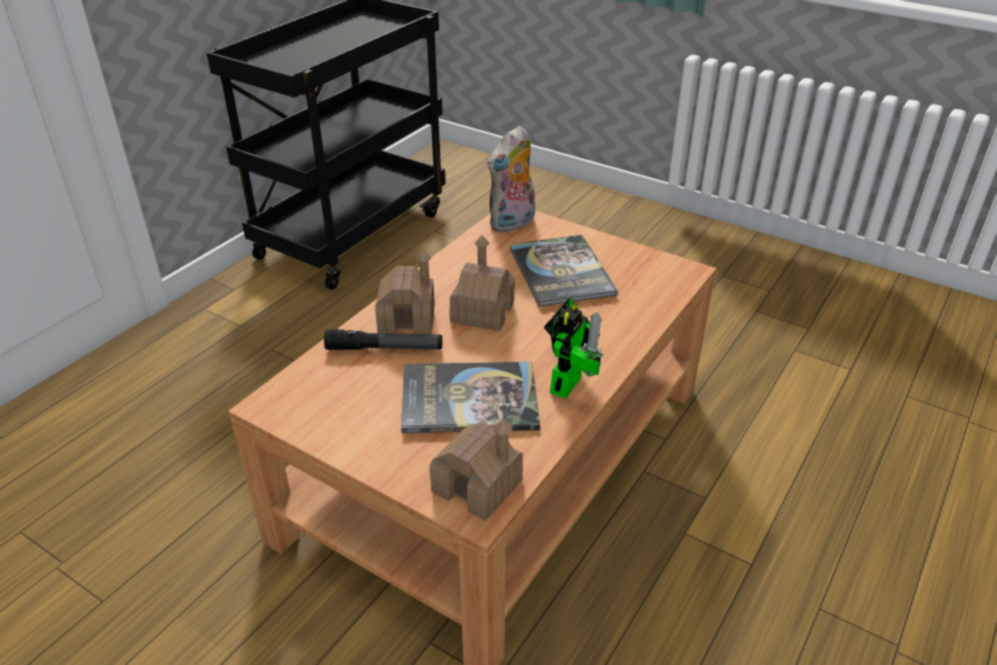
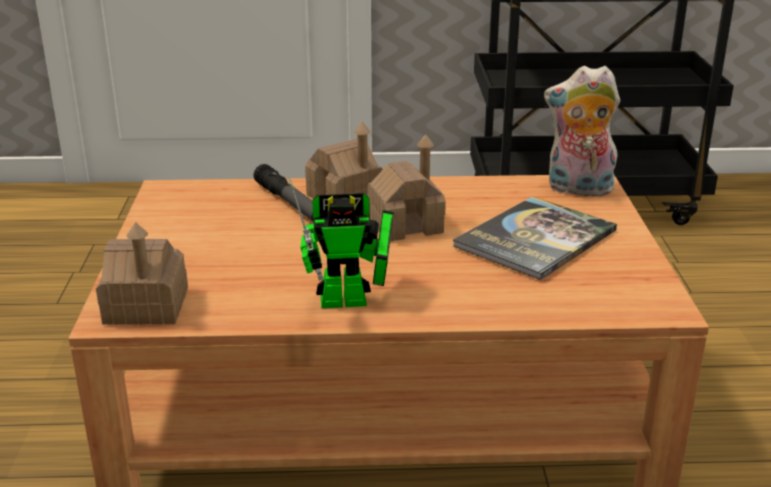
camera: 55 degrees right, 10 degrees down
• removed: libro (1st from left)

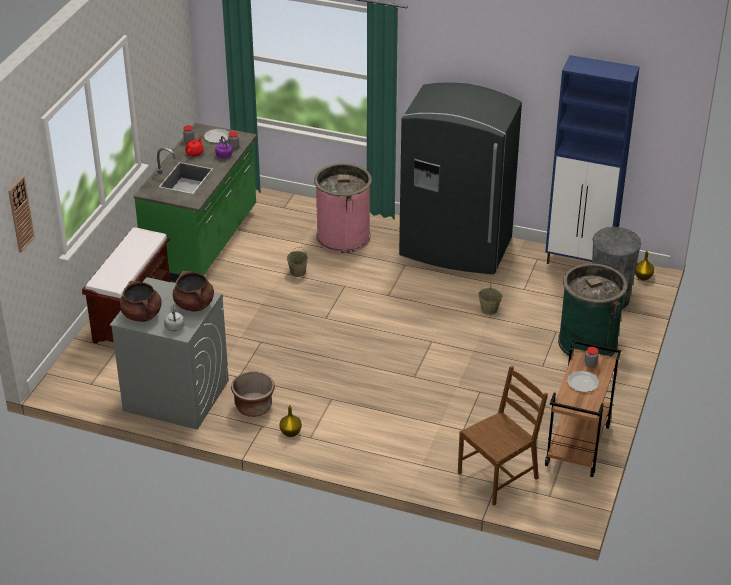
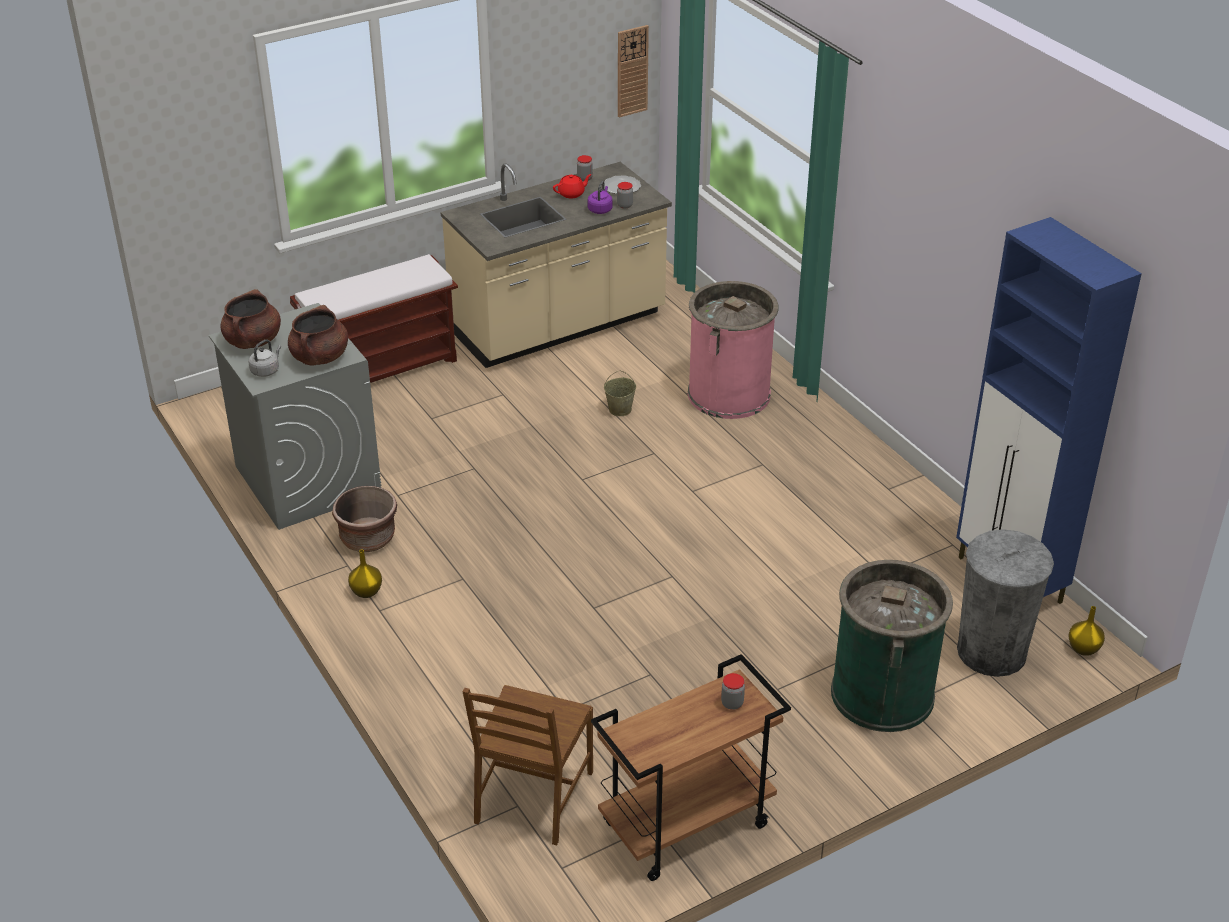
camera: 40 degrees right, 0 degrees up
• recoloured: mueble bajo de cocina (verde) to mueble bajo de cocina (beis)
• turned: silla (marrón) 105 degrees clockwise
• moved: reloj de pared
• removed: nevera (gris)
• removed: cubo (beis) (2nd from left)
• removed: plato (2nd from left)

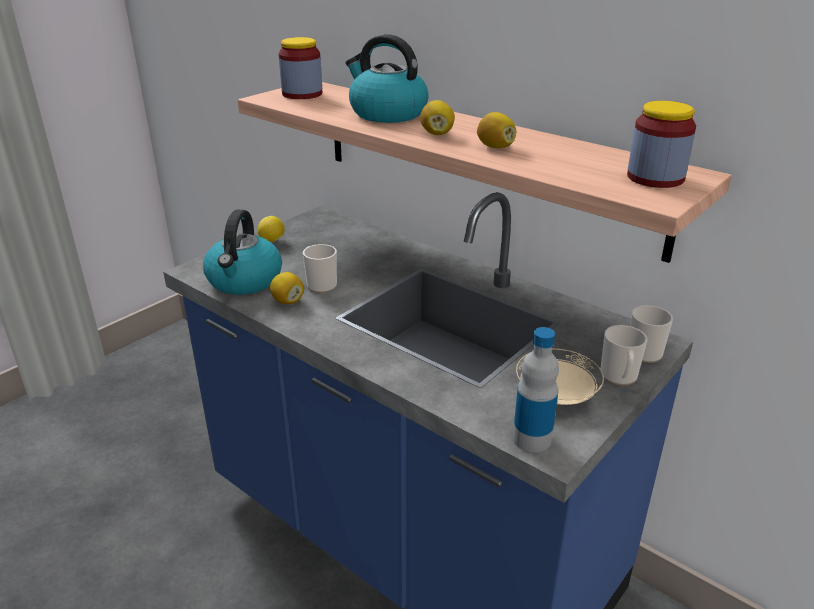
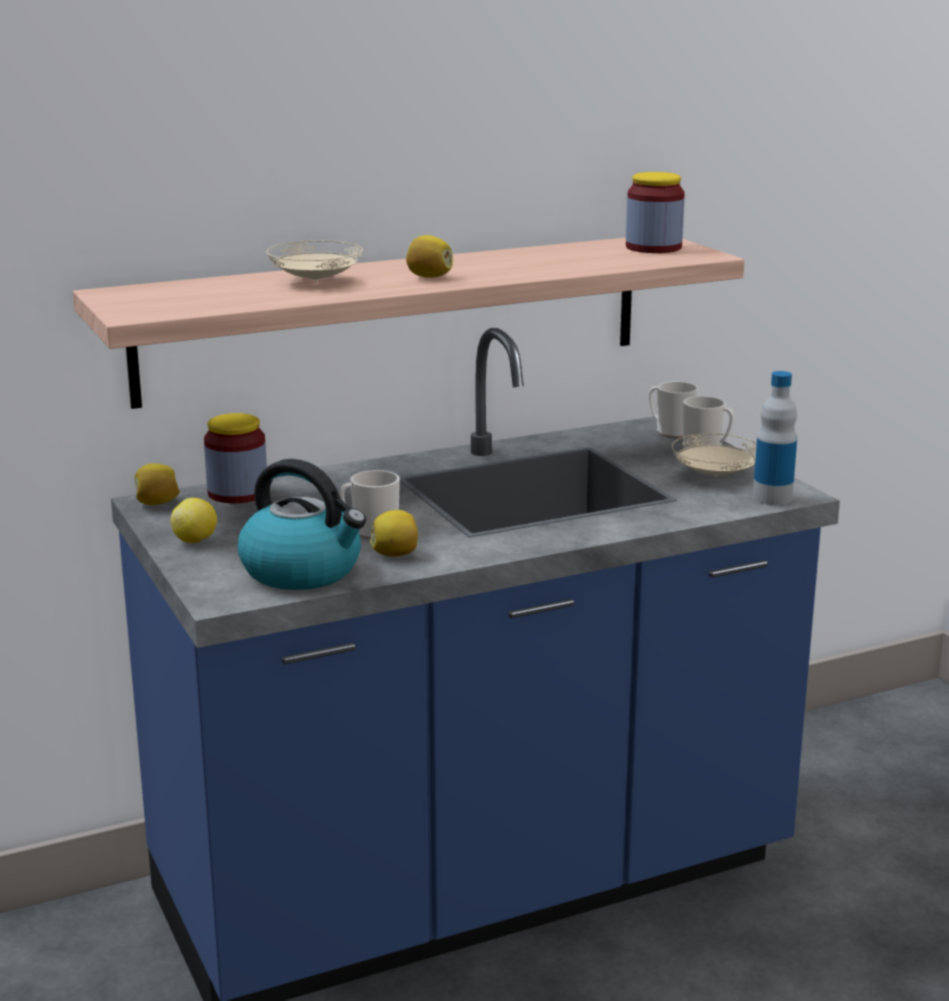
camera: 65 degrees left, 10 degrees down
• moved: limón (4th from left in the first image) to limón (1st from left)
• moved: tarro (1st from left)
• replaced: hervidor (2nd from left) to plato (beis) (1st from left)

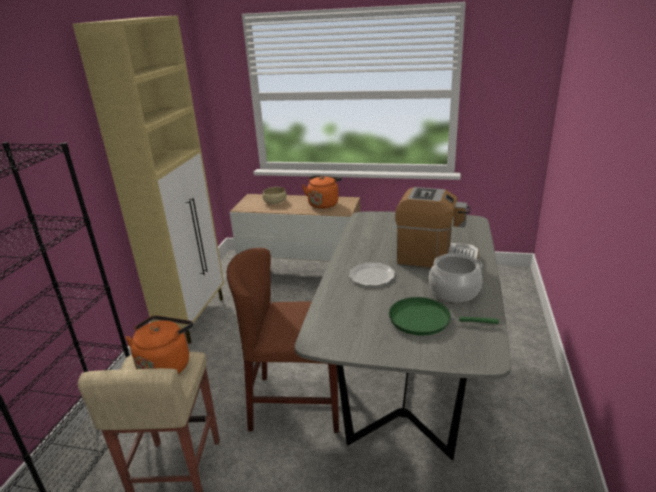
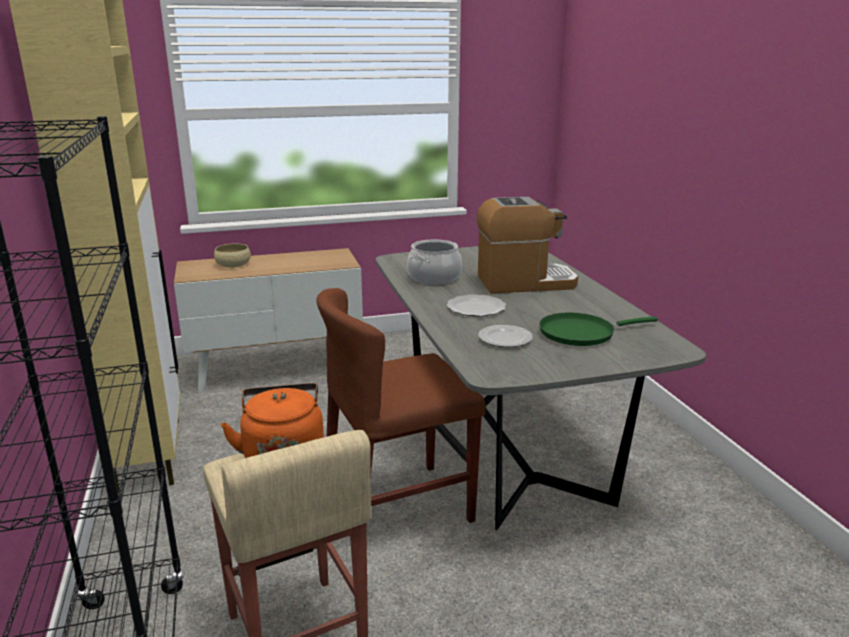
camera: 30 degrees left, 5 degrees down
• moved: olla
• added: plato (2nd from left)
• removed: hervidor (naranja) (2nd from left)

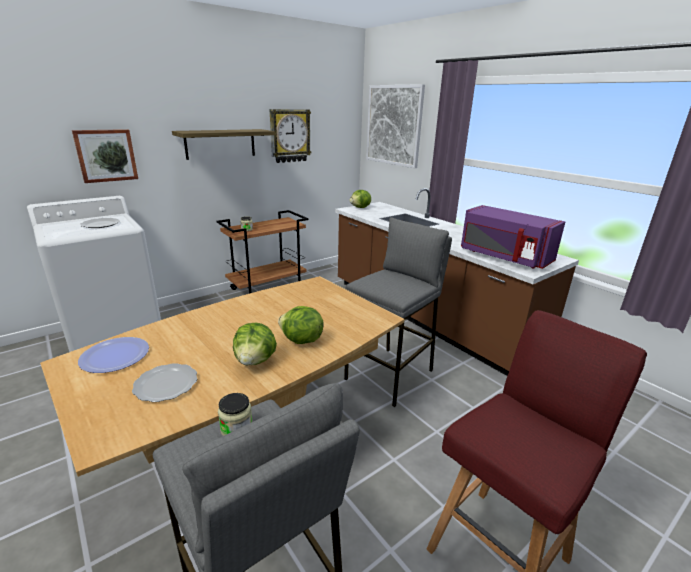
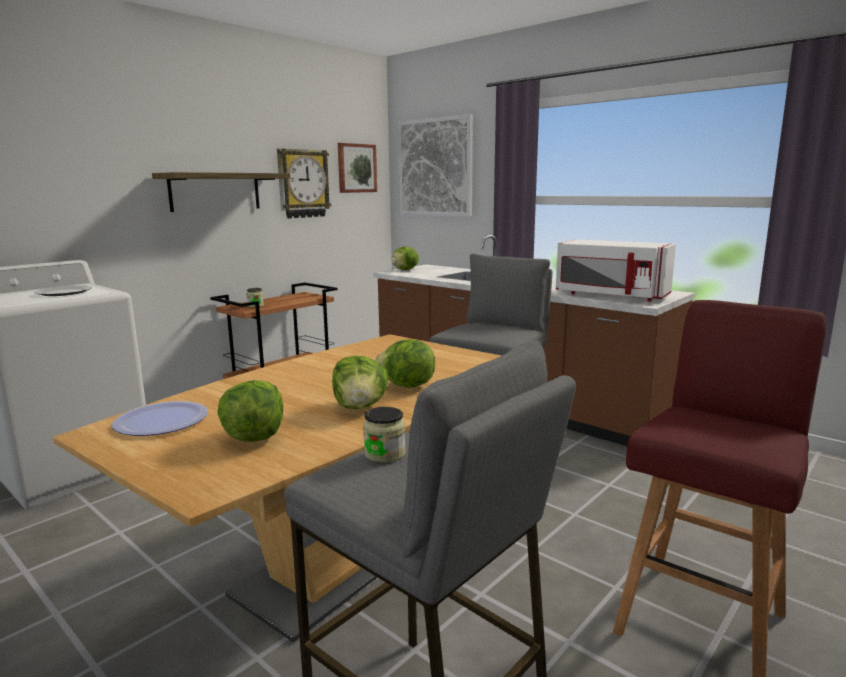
camera: 10 degrees left, 10 degrees down
• replaced: plato (3rd from left) to lechuga (1st from left)
• moved: cuadro (1st from left)
• recoloured: microondas (morado) to microondas (blanco)

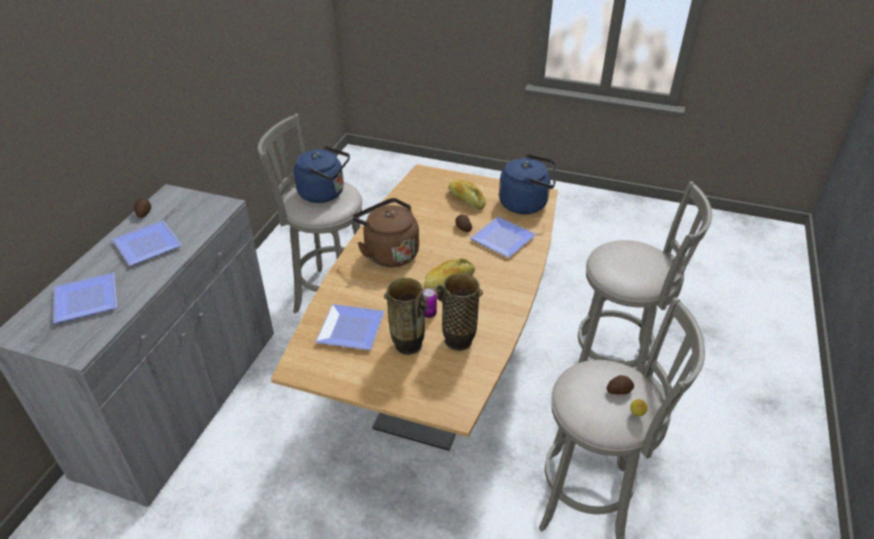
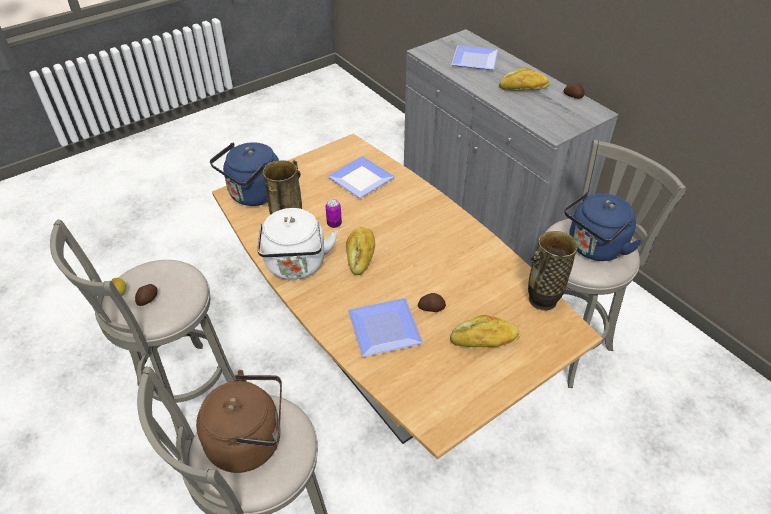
camera: 125 degrees right, 5 degrees up
• moved: hervidor (marrón)
• moved: hervidor (azul) (2nd from left in the first image) to hervidor (azul) (1st from left)
• added: hervidor (blanco)
• replaced: plato (2nd from left) to pan (3rd from left)
• moved: florero (1st from left in the first image) to florero (2nd from left)

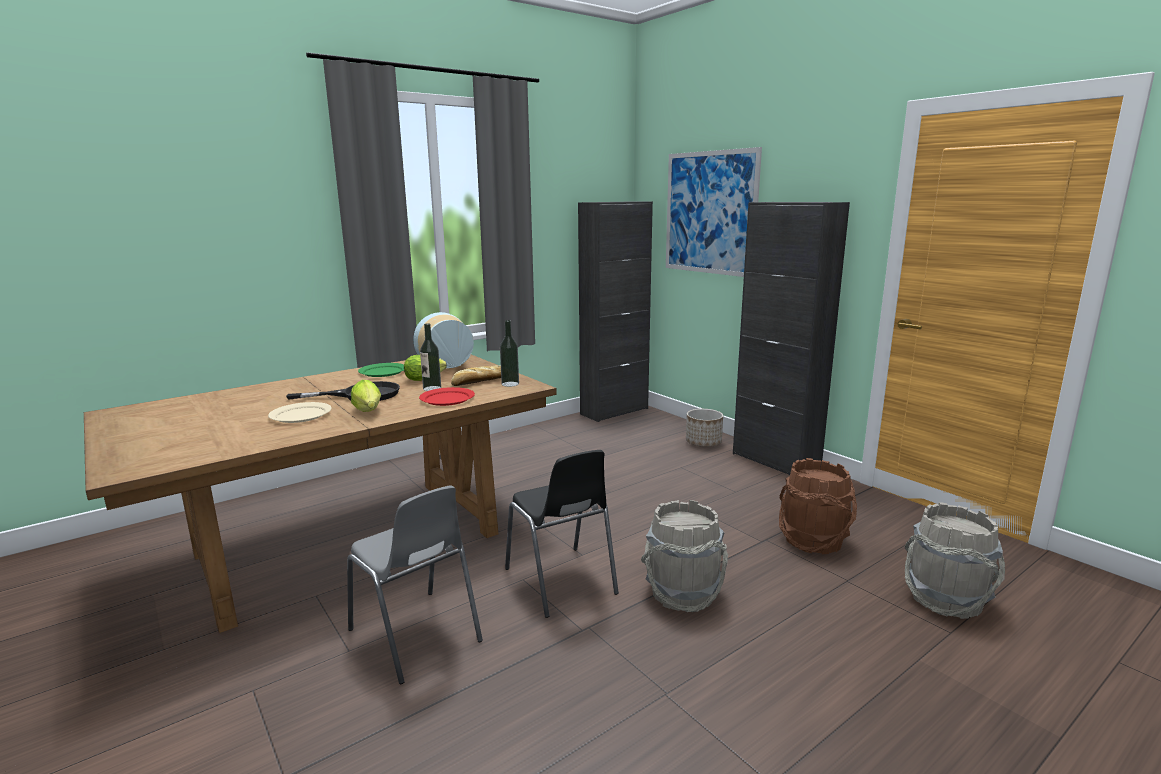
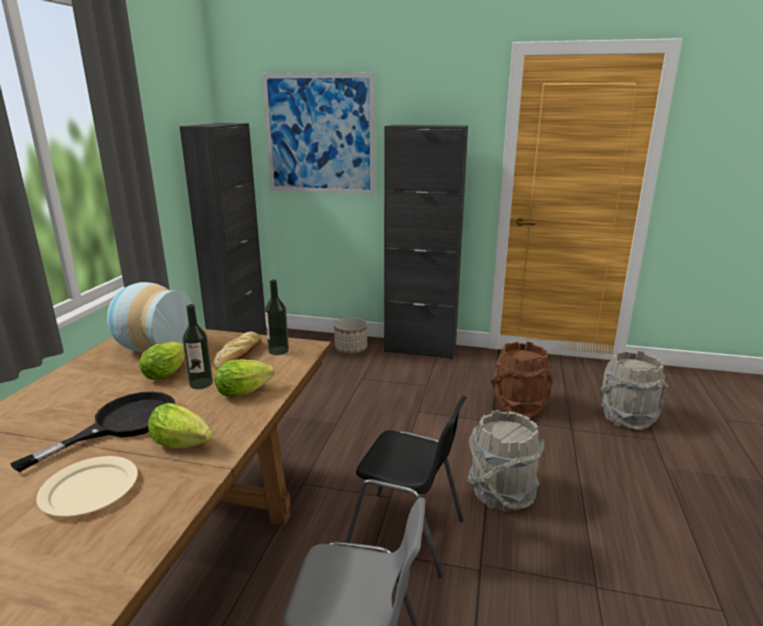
camera: 40 degrees left, 5 degrees up
• replaced: plato (rojo) to lechuga (3rd from left)
• removed: plato (verde)

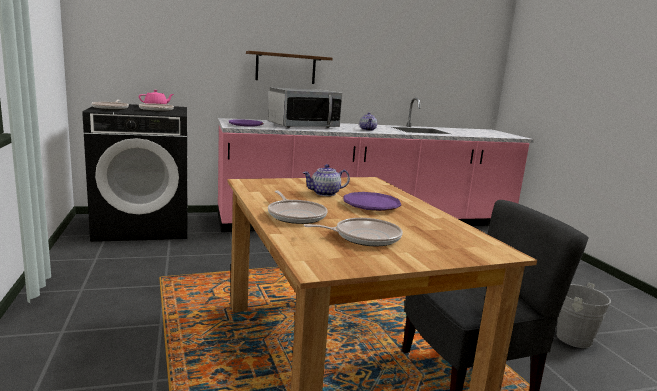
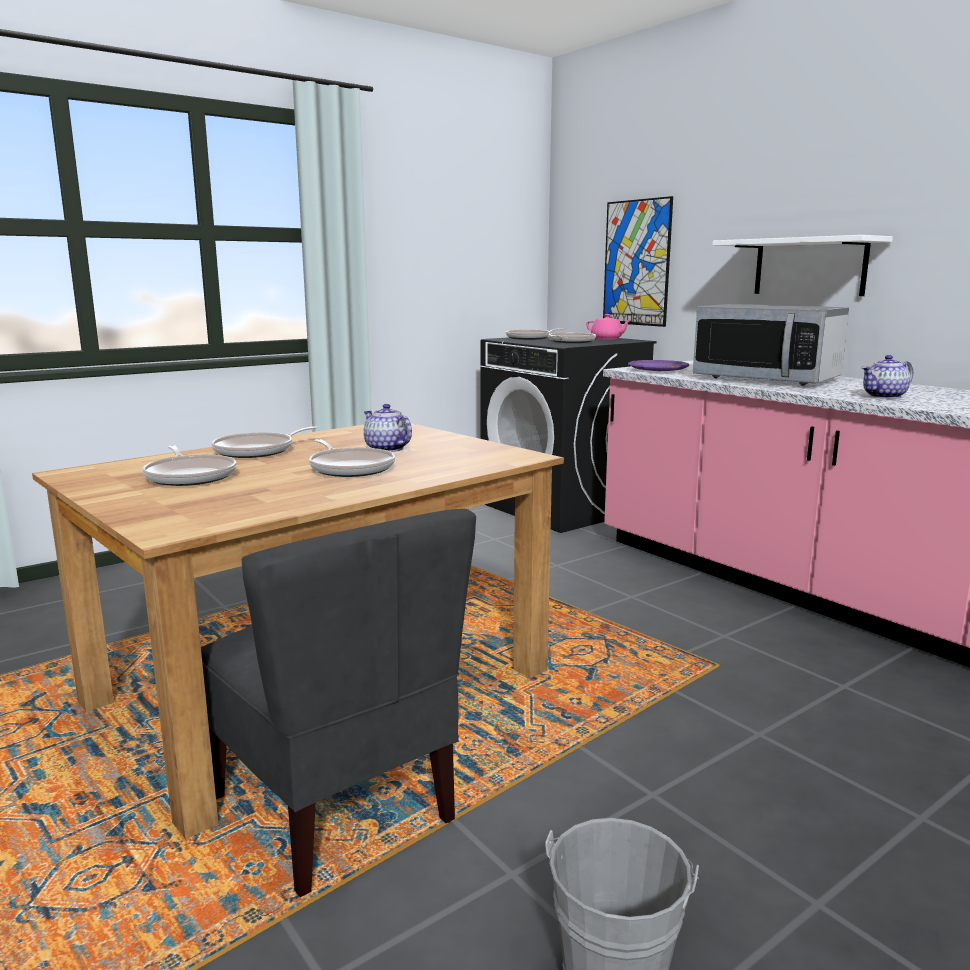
camera: 70 degrees right, 0 degrees up
• replaced: plato (morado) (2nd from left) to sartén (3rd from left)
• added: cuadro
• recoloured: estante (marrón) to estante (blanco)

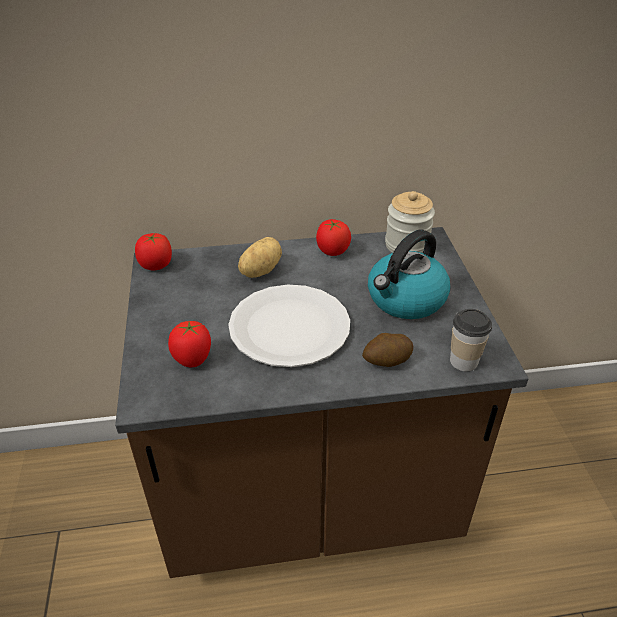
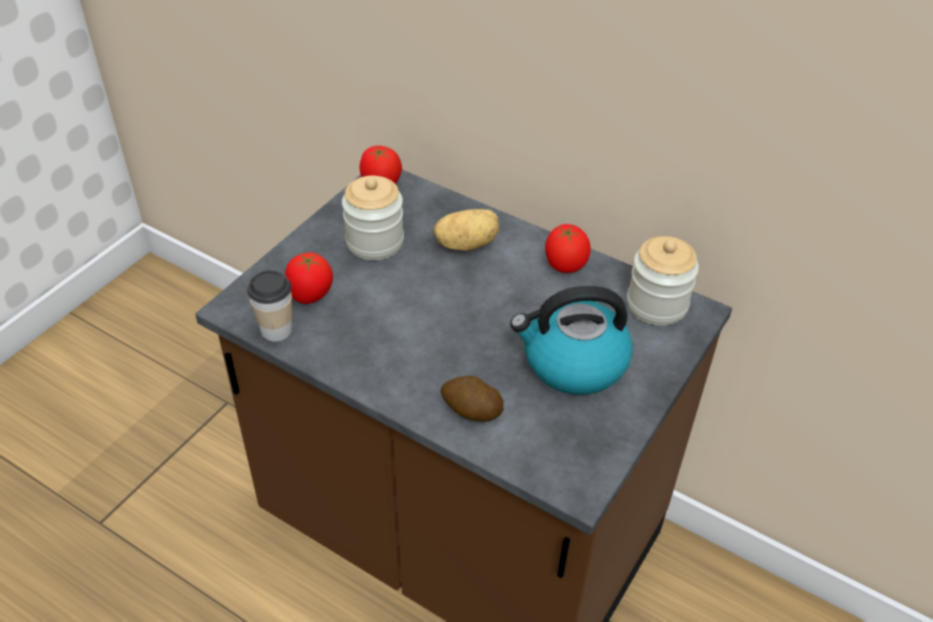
camera: 40 degrees right, 5 degrees up
• moved: taza
• added: tarro (1st from left)
• removed: plato (blanco)

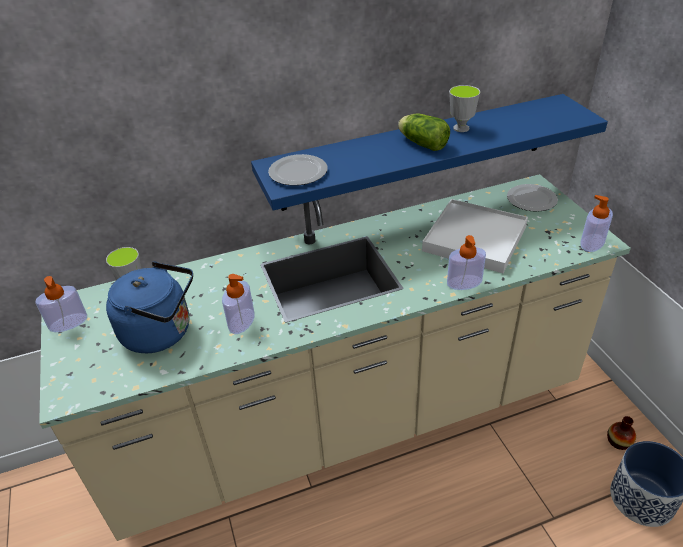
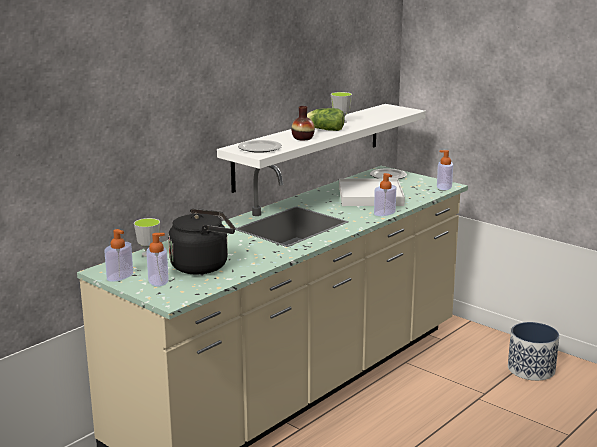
camera: 30 degrees left, 20 degrees down
• moved: dispensador de jabón (2nd from left)
• recoloured: hervidor (azul) to hervidor (negro)
• recoloured: estante (azul) to estante (blanco)
• moved: florero

